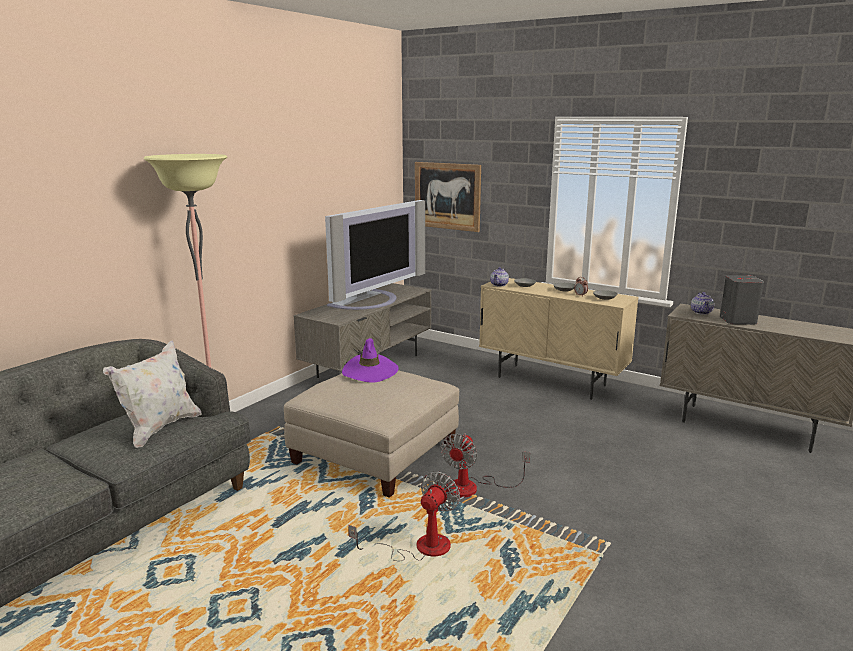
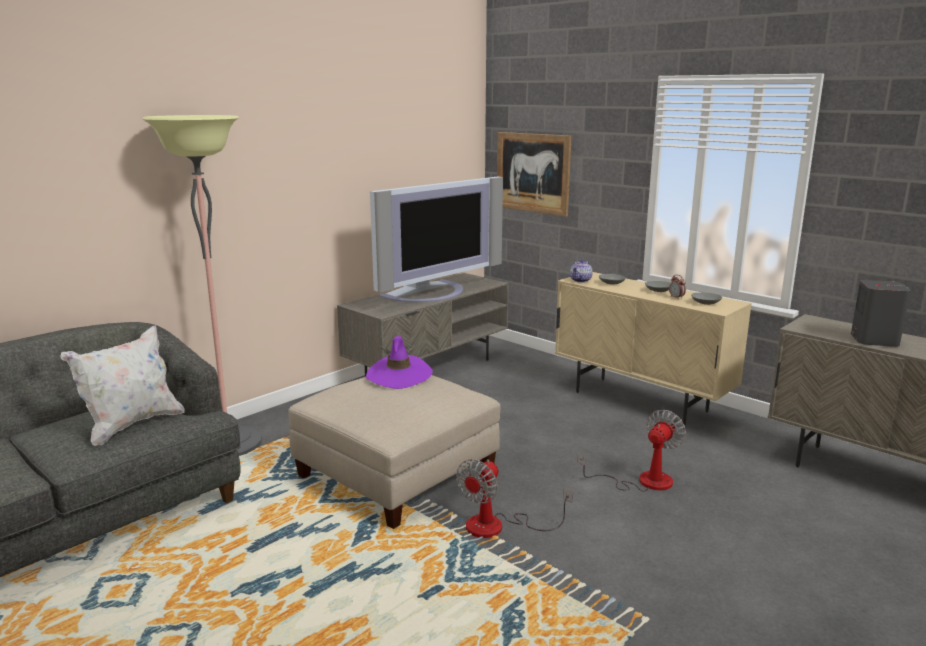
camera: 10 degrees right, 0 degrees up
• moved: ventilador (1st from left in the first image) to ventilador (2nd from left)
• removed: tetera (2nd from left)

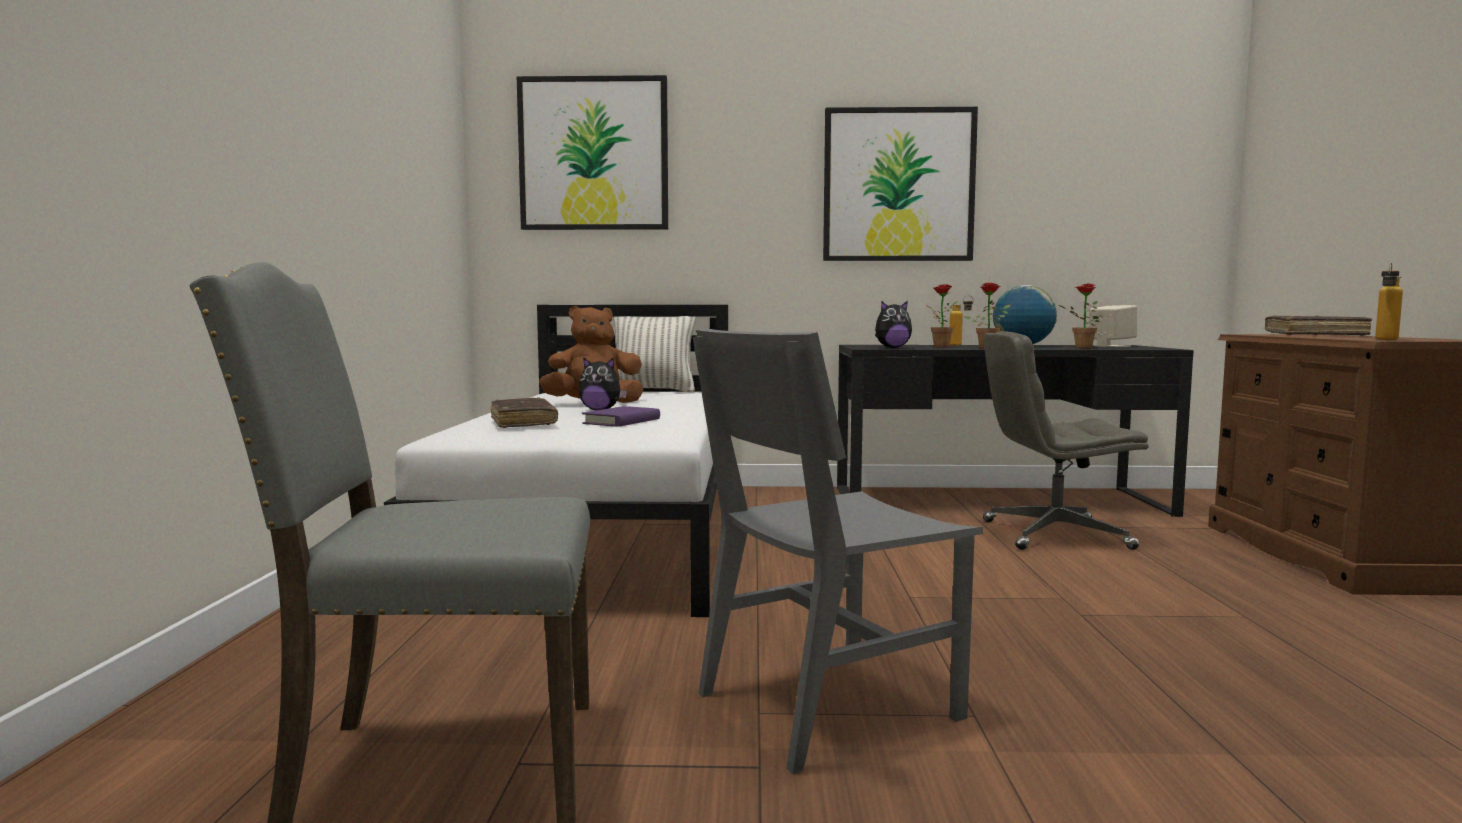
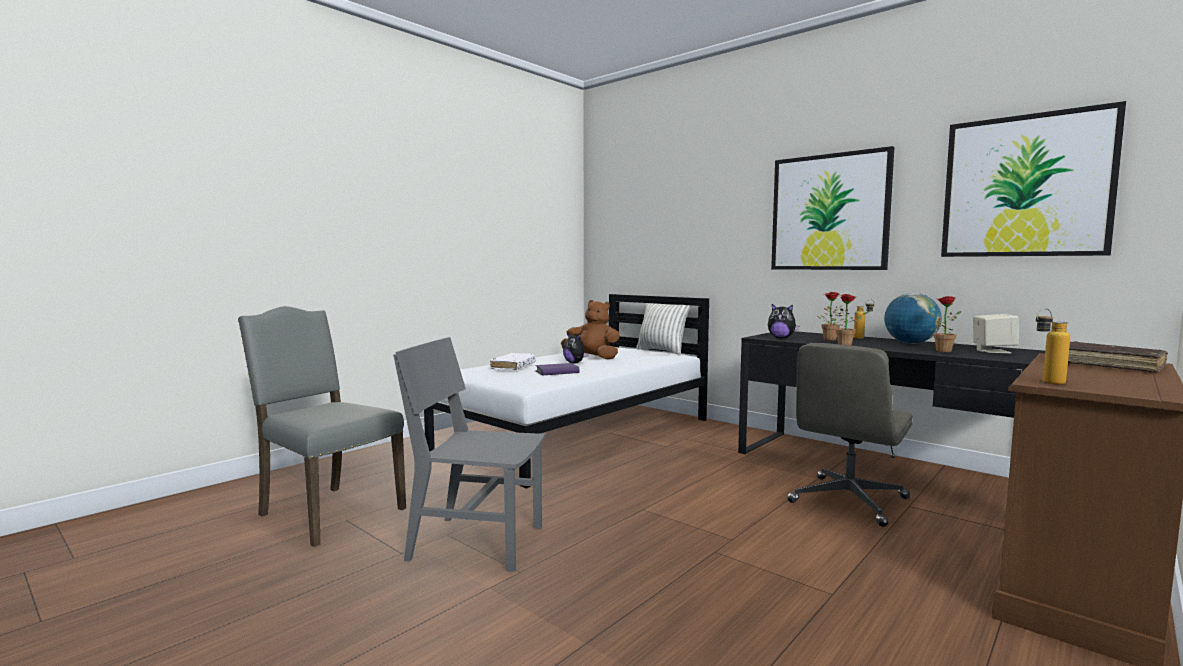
camera: 40 degrees right, 0 degrees up
• recoloured: libro (marrón) (1st from left) to libro (blanco)
• turned: silla de oficina (gris) 90 degrees counterclockwise
• moved: cuadro (1st from left in the first image) to cuadro (2nd from left)

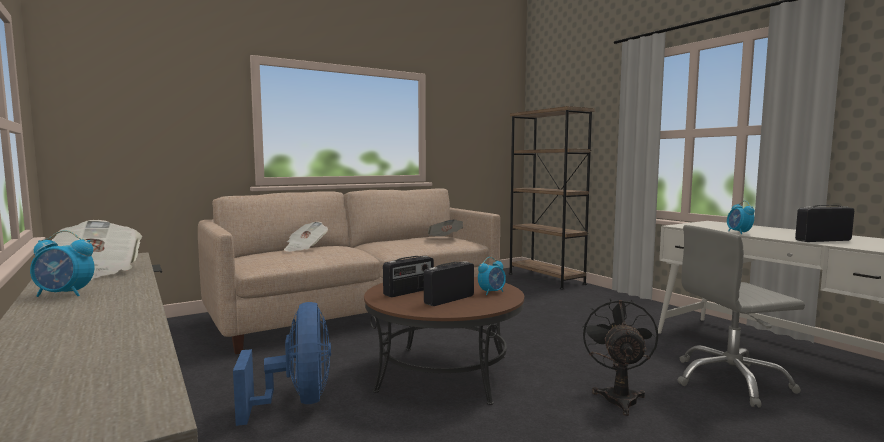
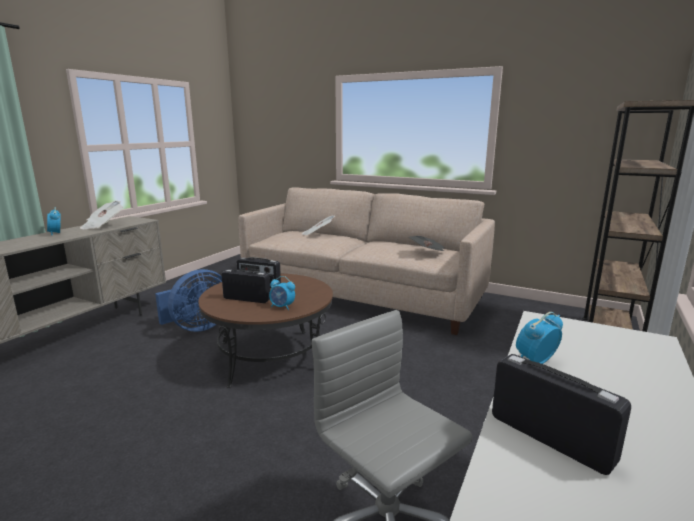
camera: 60 degrees right, 10 degrees up
• removed: ventilador (negro)

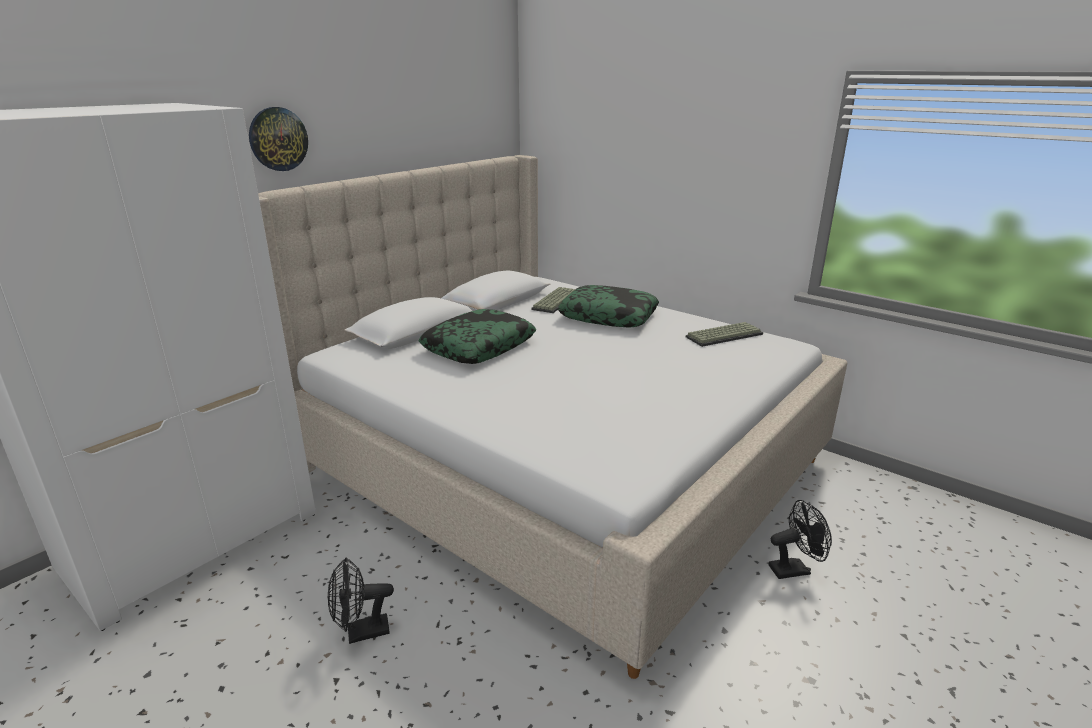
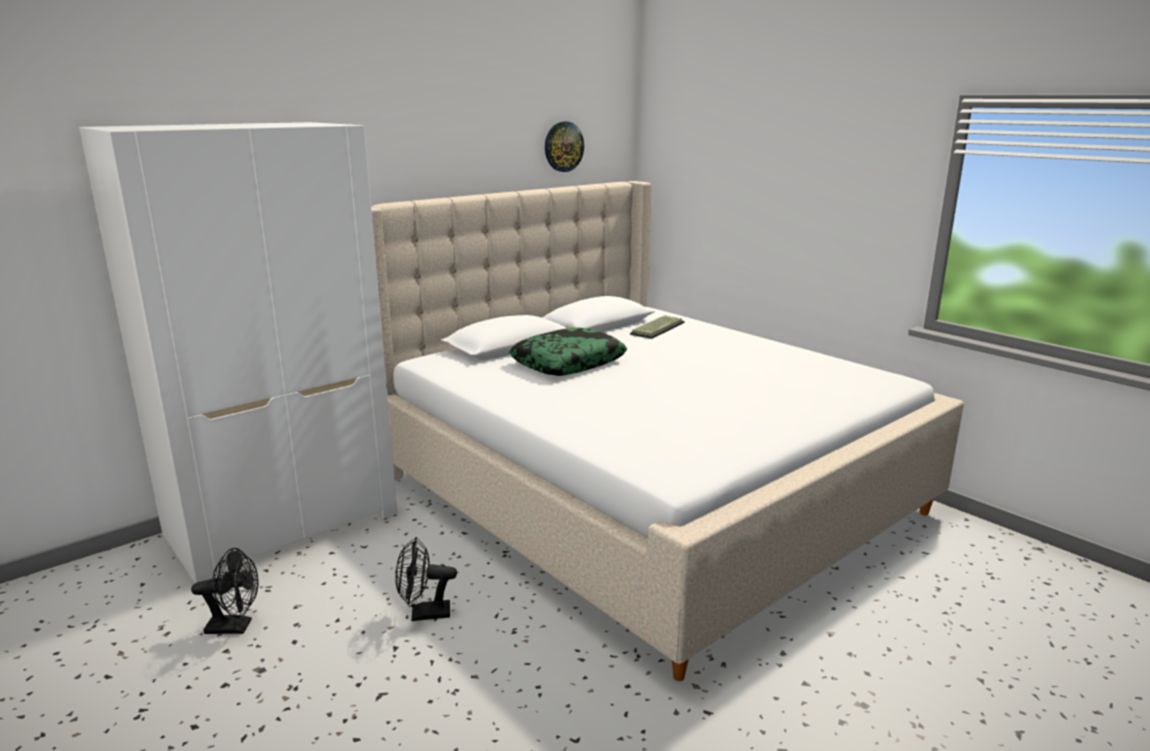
camera: 10 degrees right, 5 degrees down
• moved: ventilador (negro) (2nd from left in the first image) to ventilador (negro) (1st from left)
• moved: reloj de pared
• removed: cojín (2nd from left)
• removed: teclado (2nd from left)

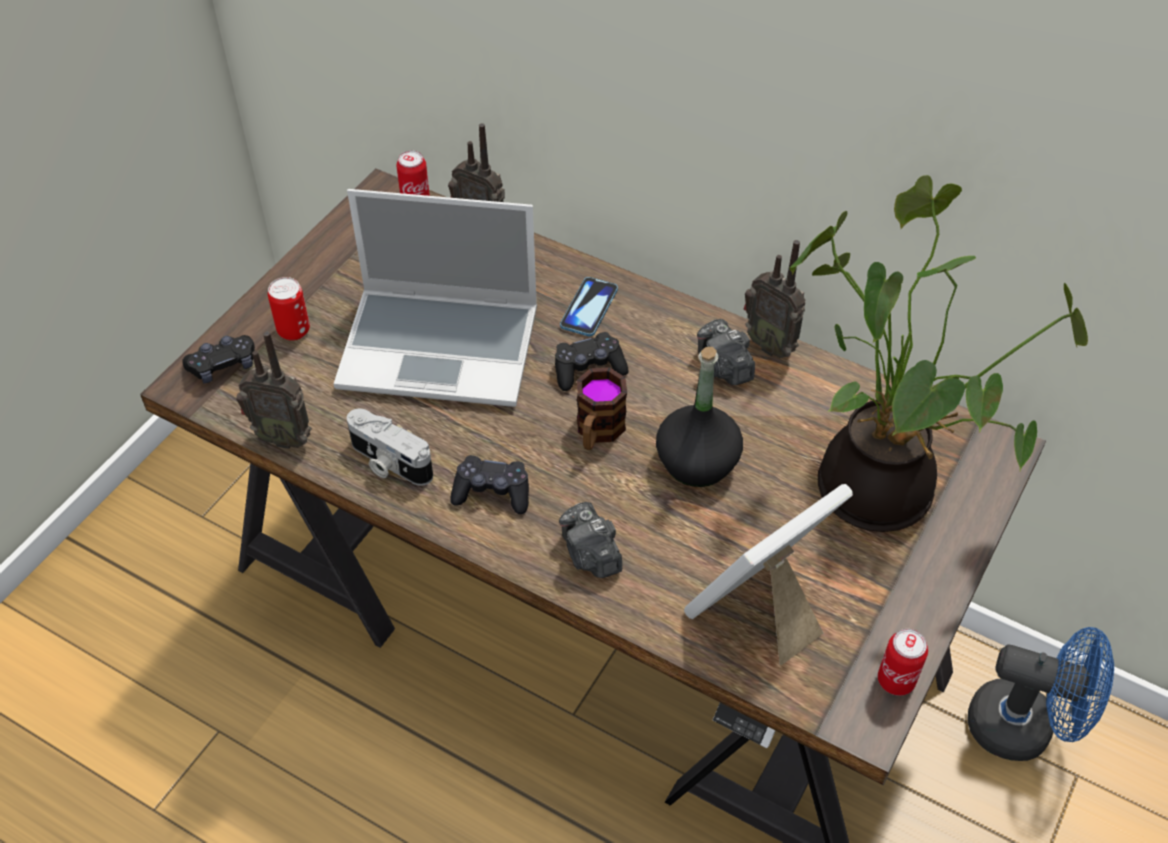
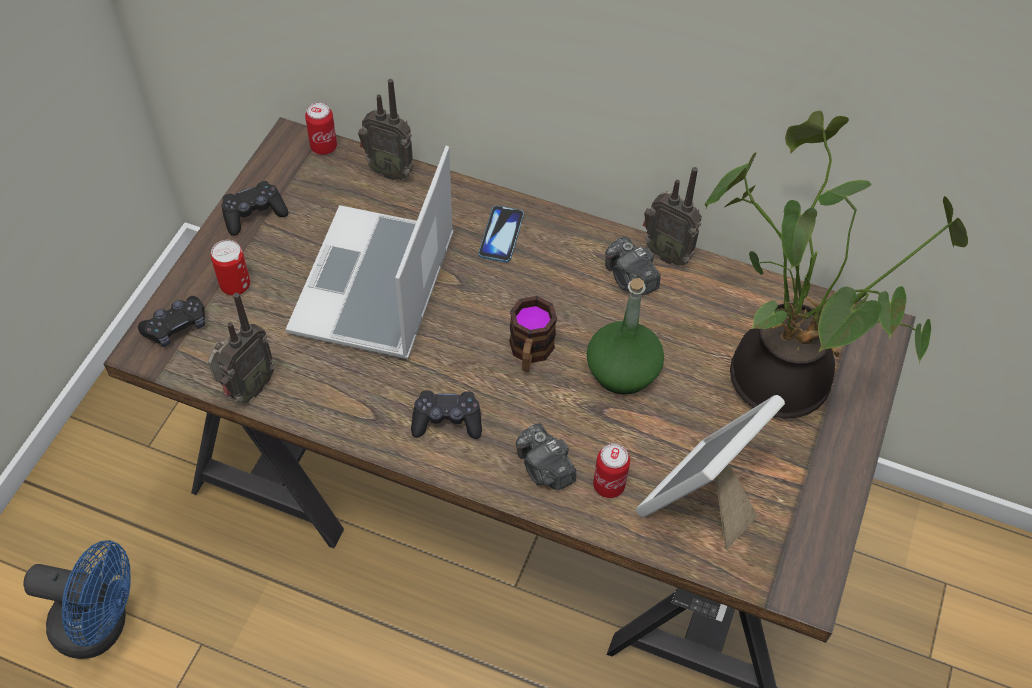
camera: 10 degrees left, 5 degrees up
• moved: ventilador (azul)
• turned: radio (1st from left) 60 degrees counterclockwise
• moved: mando de consola (negro) (3rd from left in the first image) to mando de consola (negro) (2nd from left)
• turned: portátil 105 degrees clockwise
• recoloured: botella (negro) to botella (verde)
• moved: lata (3rd from left)
• removed: cámara (1st from left)

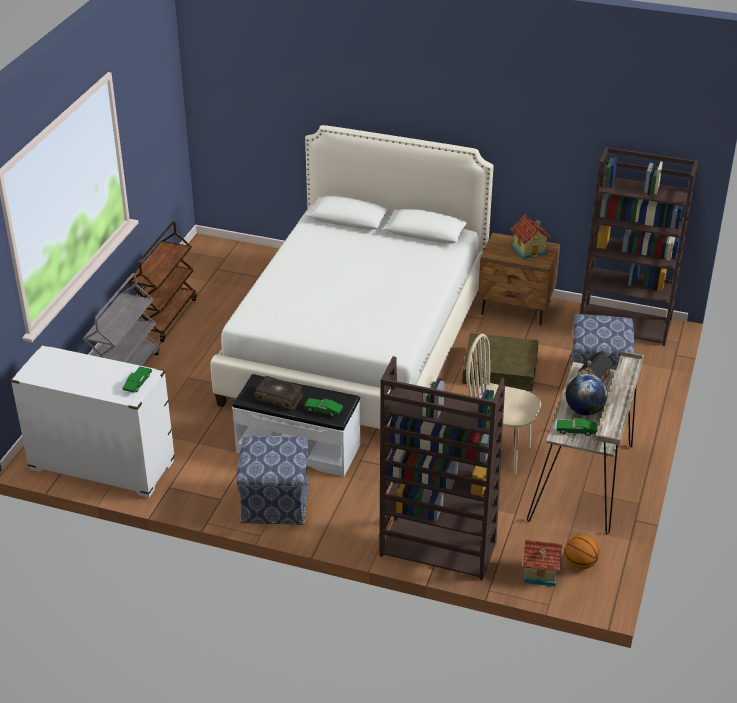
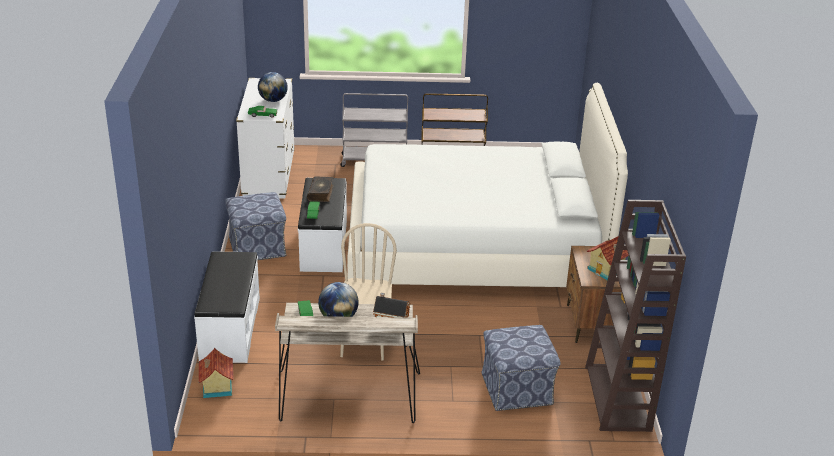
camera: 70 degrees right, 5 degrees down
• replaced: estantería (marrón) (1st from left) to banco (blanco) (1st from left)
• added: globo terráqueo (1st from left)
• removed: caja de almacenaje (marrón)
• removed: balón de baloncesto

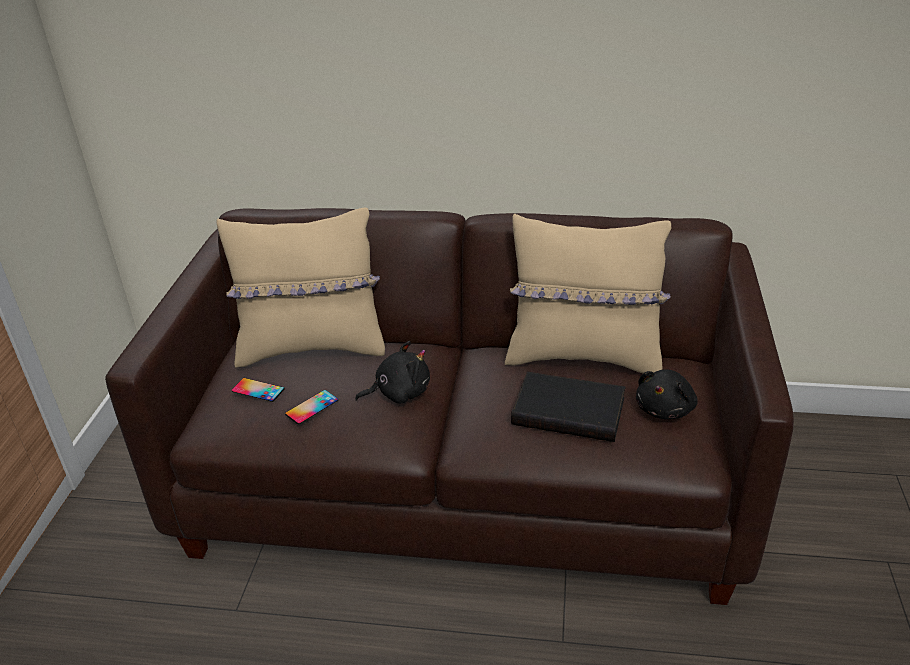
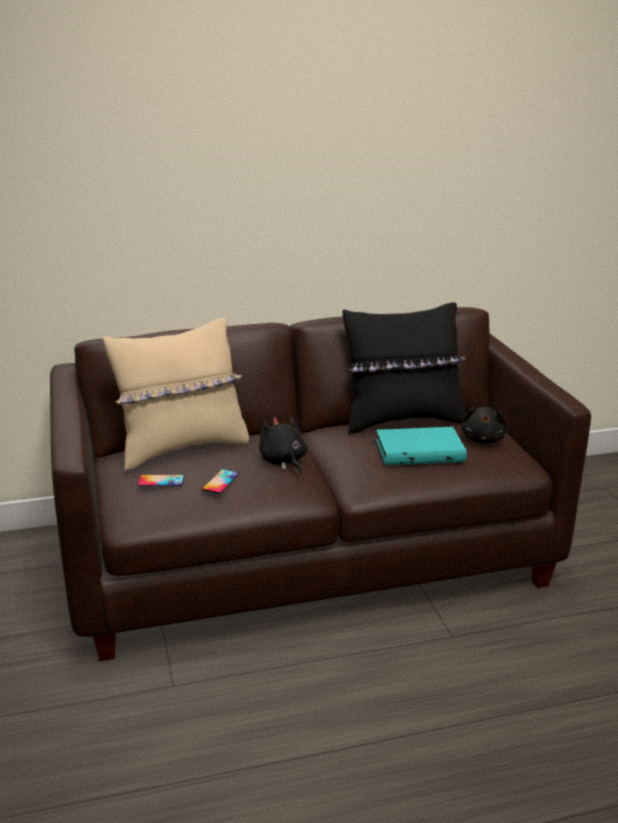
camera: 25 degrees left, 10 degrees down
• turned: peluche (negro) (1st from left) 75 degrees counterclockwise
• recoloured: cojín (beis) (2nd from left) to cojín (negro)
• recoloured: libro (negro) to libro (turquesa)

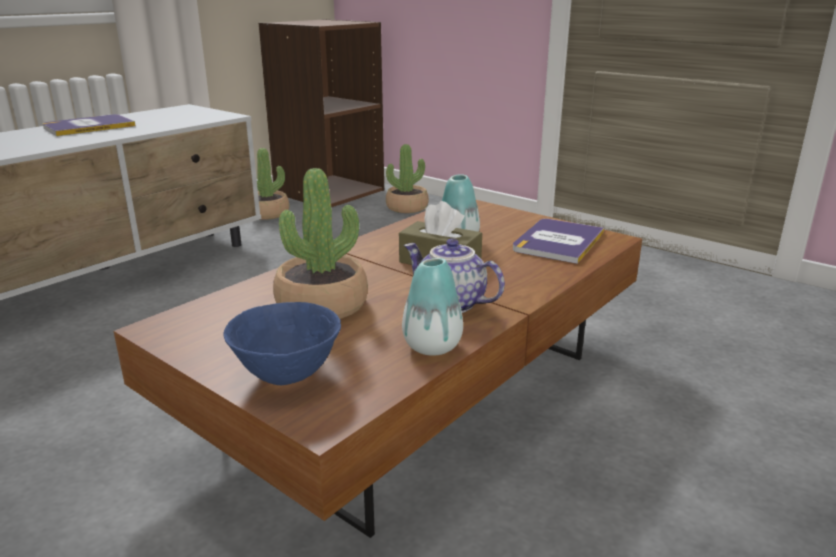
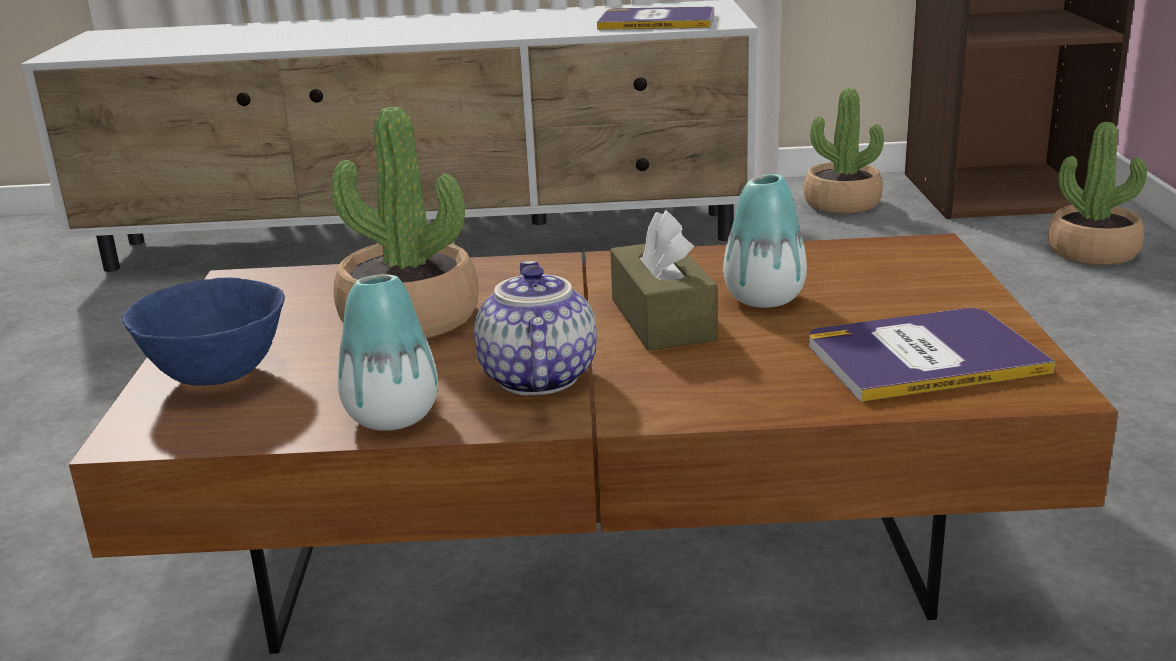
camera: 50 degrees right, 0 degrees up
• moved: libro (1st from left)

